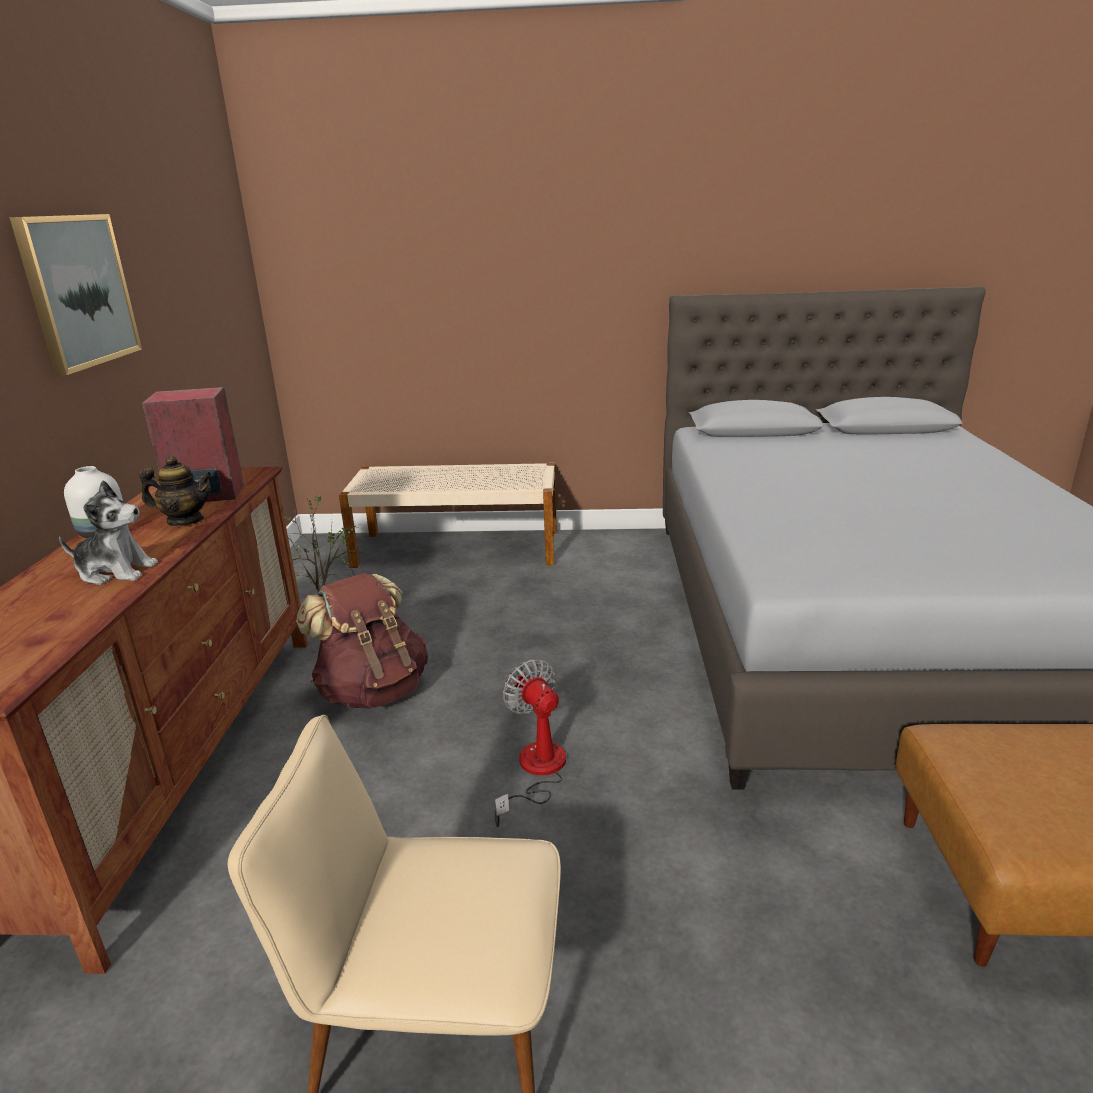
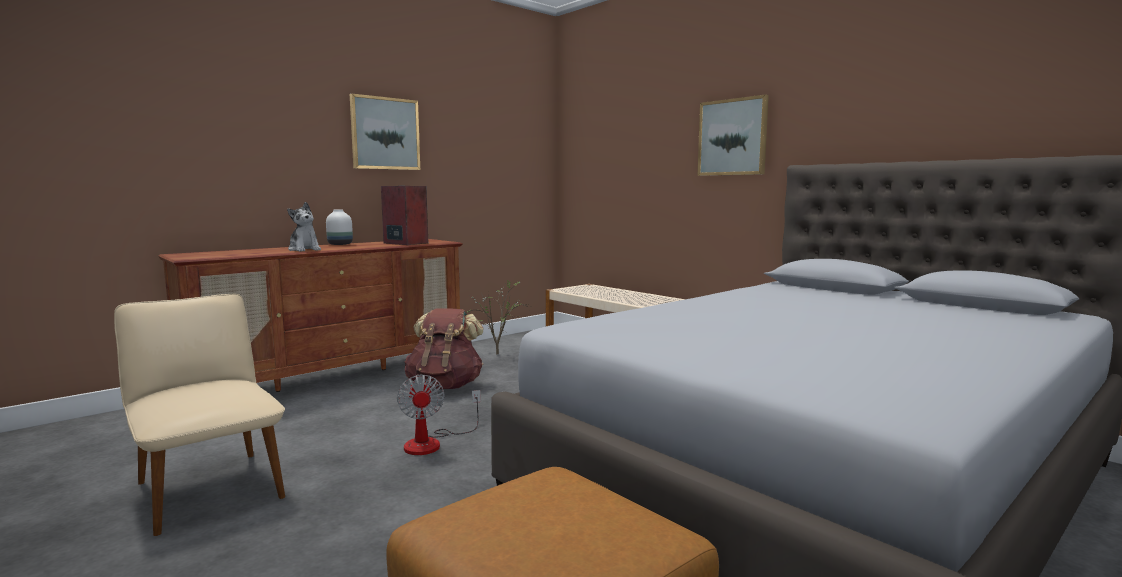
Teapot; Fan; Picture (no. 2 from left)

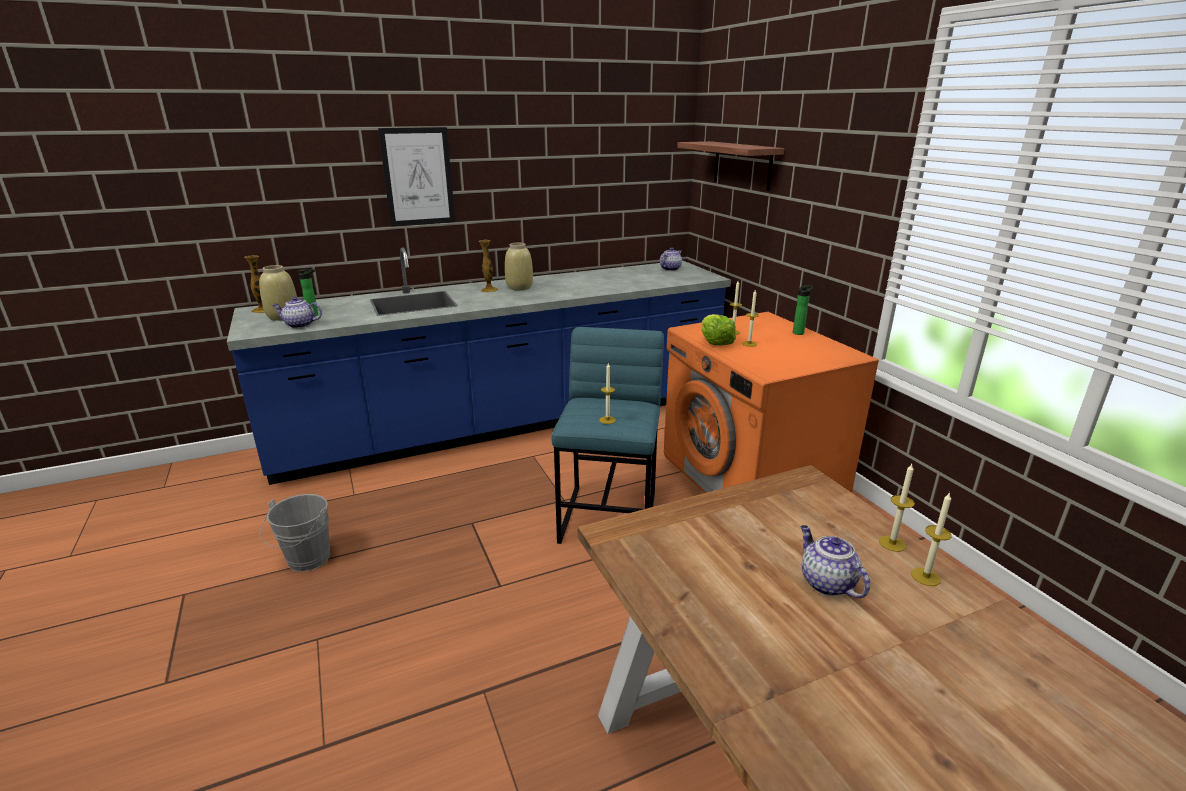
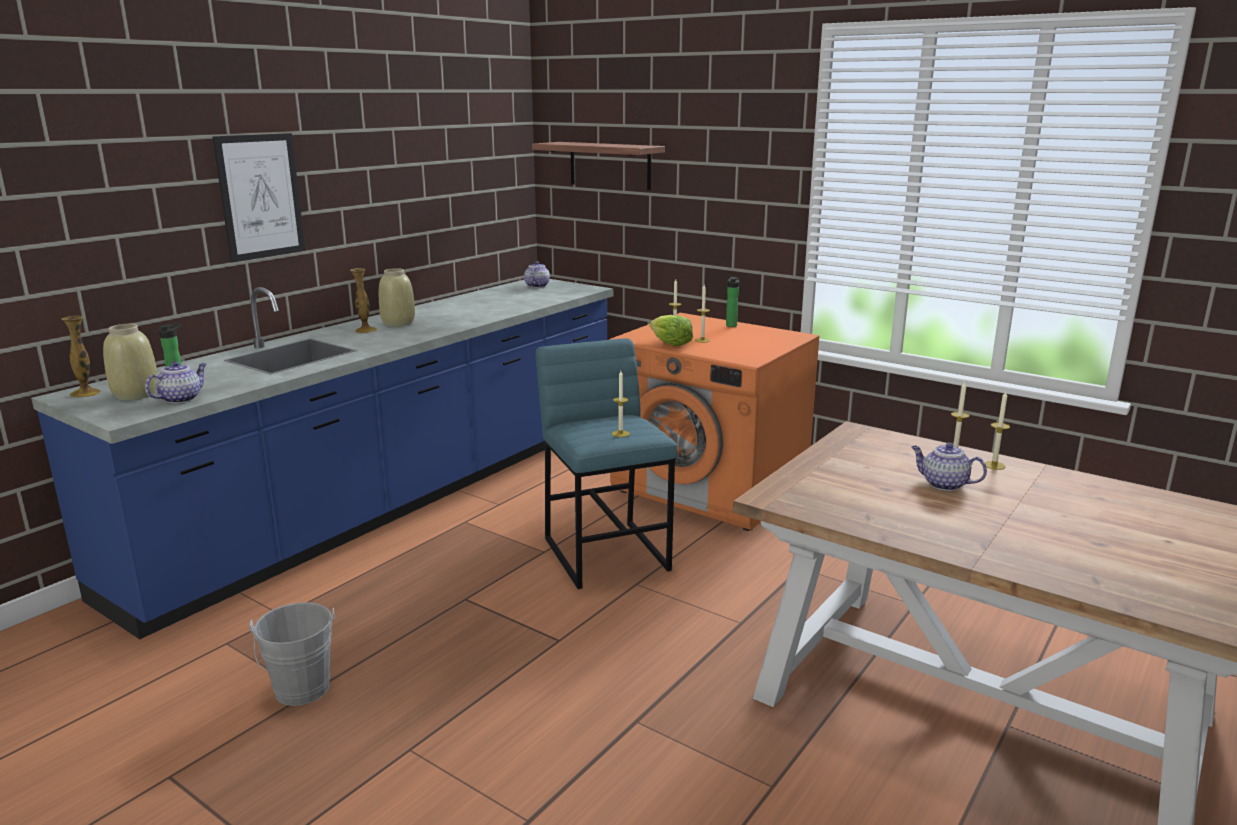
Teapot (no. 1 from left)

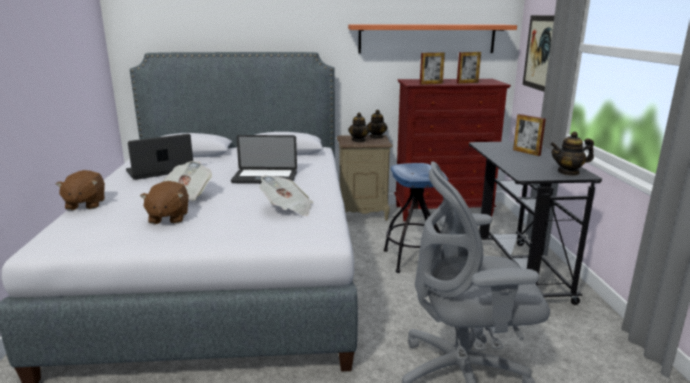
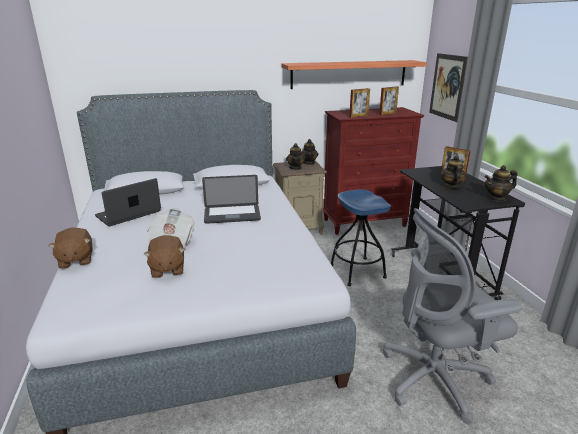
Newspaper (no. 2 from left in the first image); Teapot (no. 3 from left)

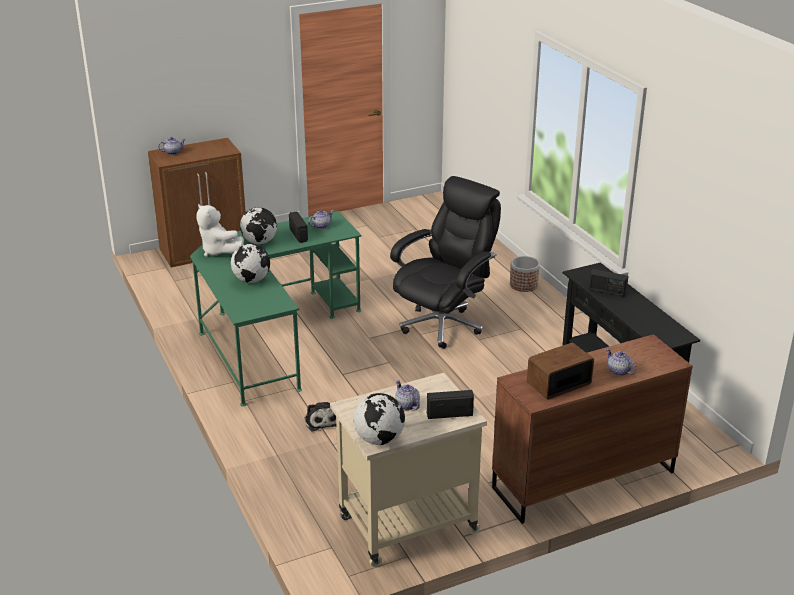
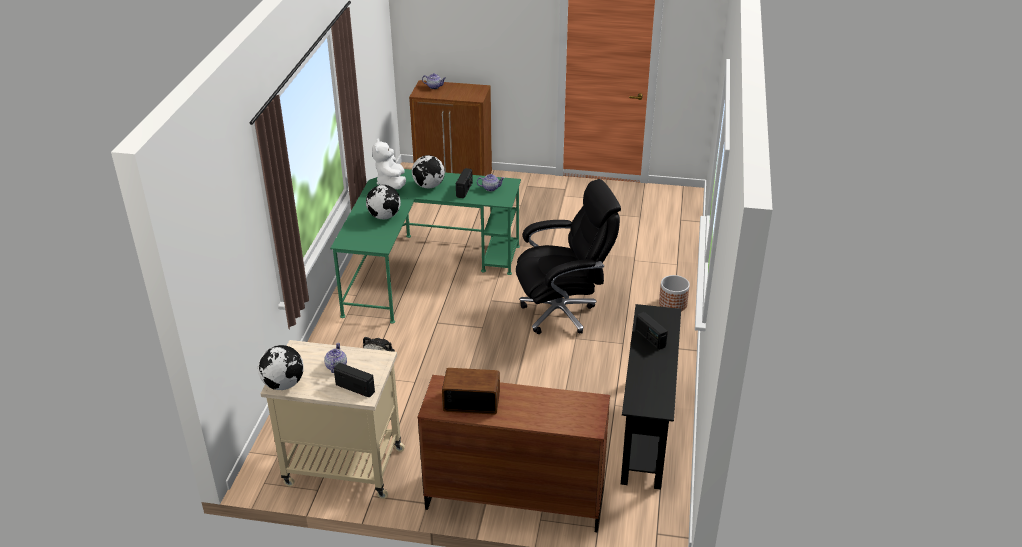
Teapot (no. 4 from left in the first image)

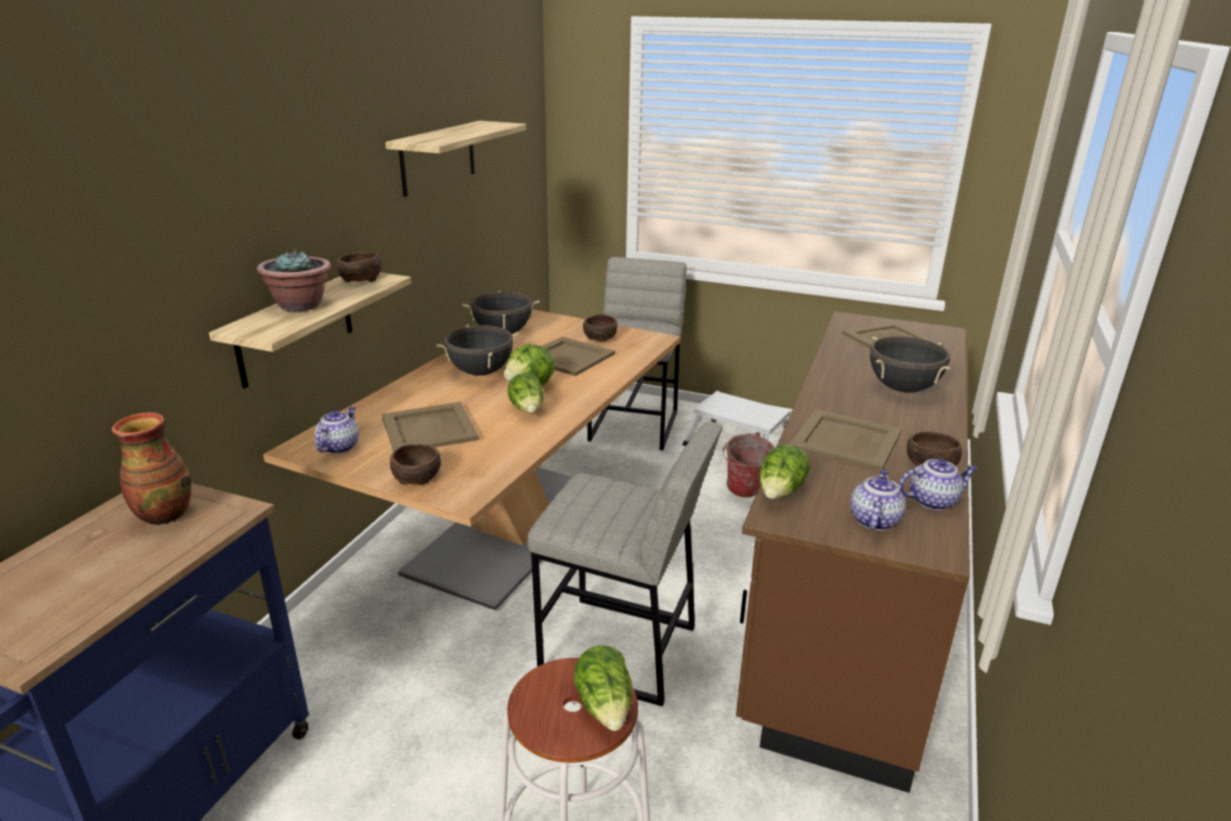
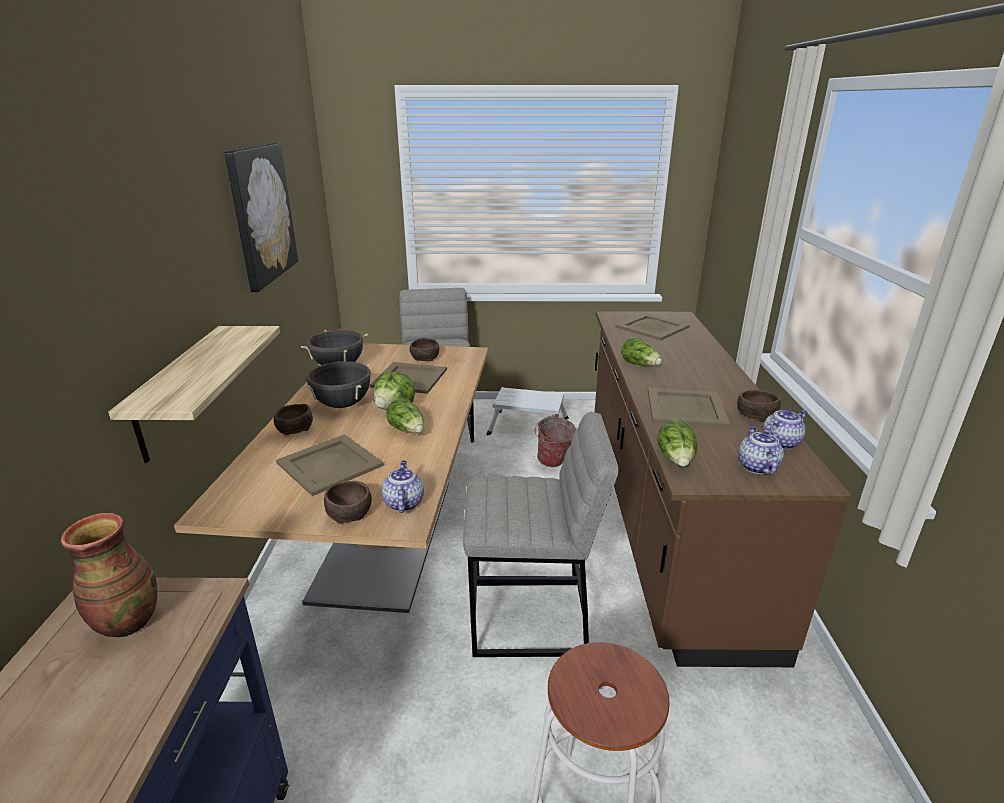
Picture; PottedPlant; BrownBowl (no. 1 from left); BlackCookingPot (no. 3 from left in the first image); Teapot (no. 1 from left); Lettuce (no. 3 from left)

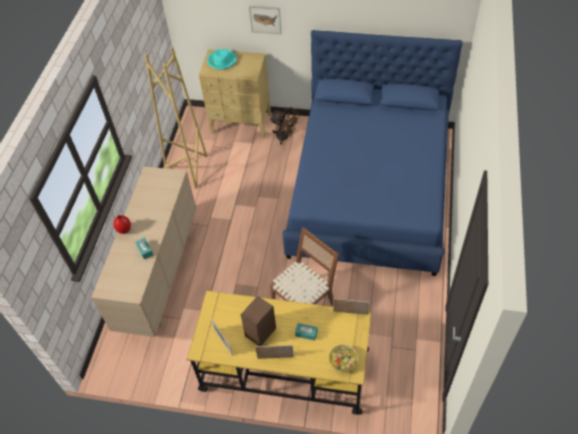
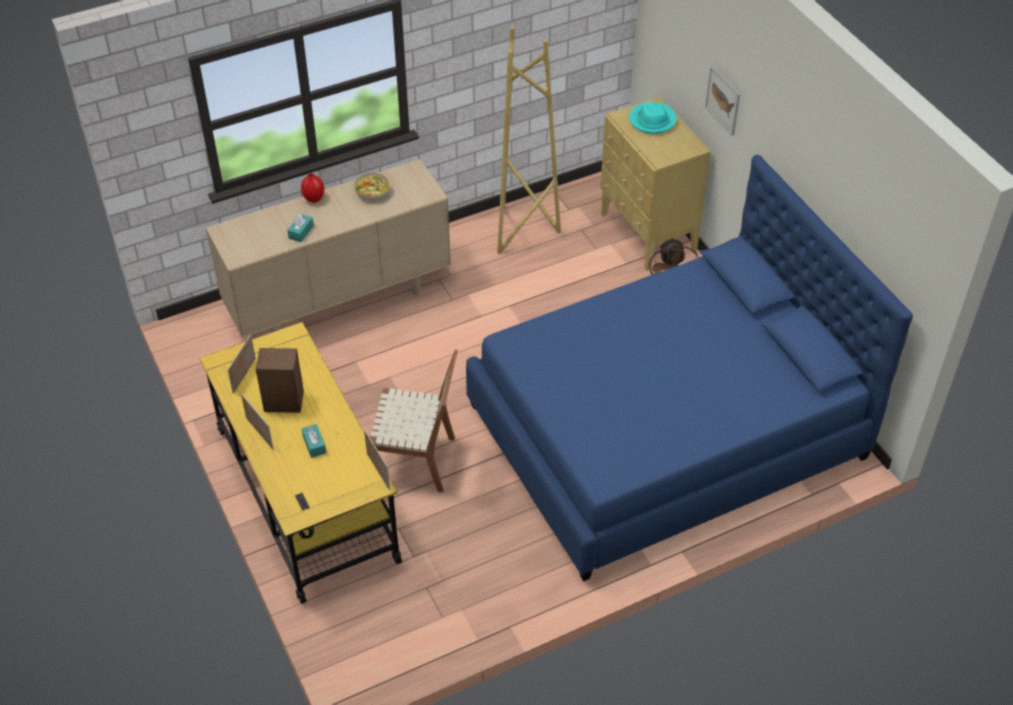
Bowl

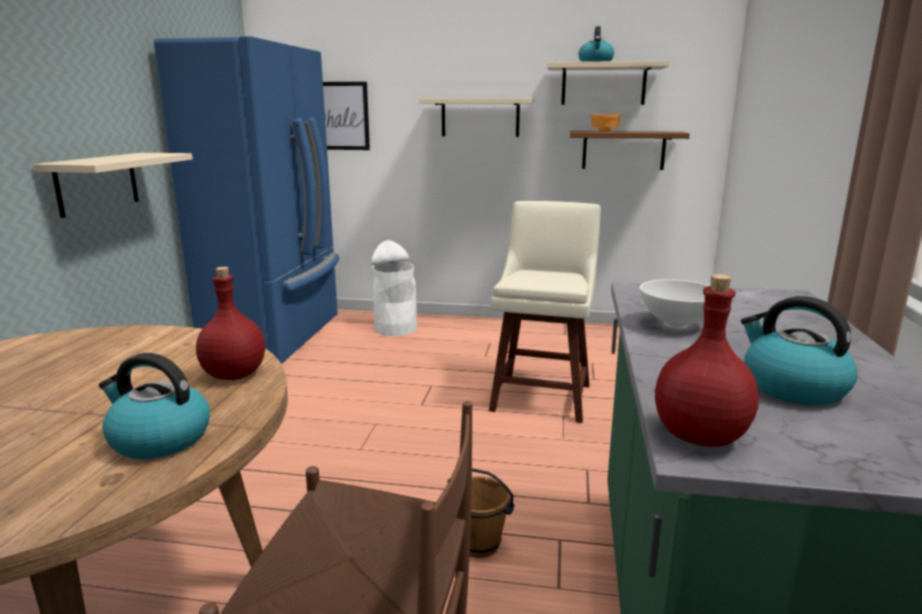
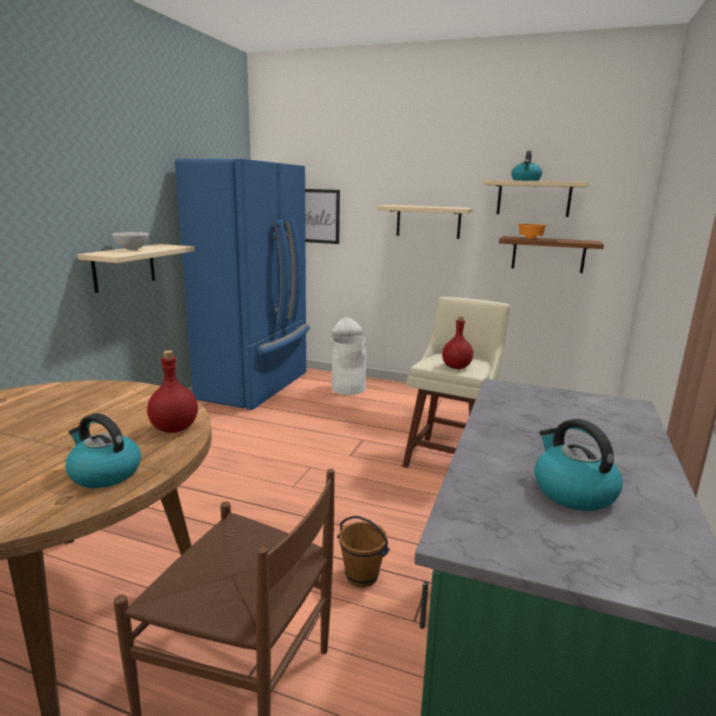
RedBottle (no. 2 from left); WhiteBowl

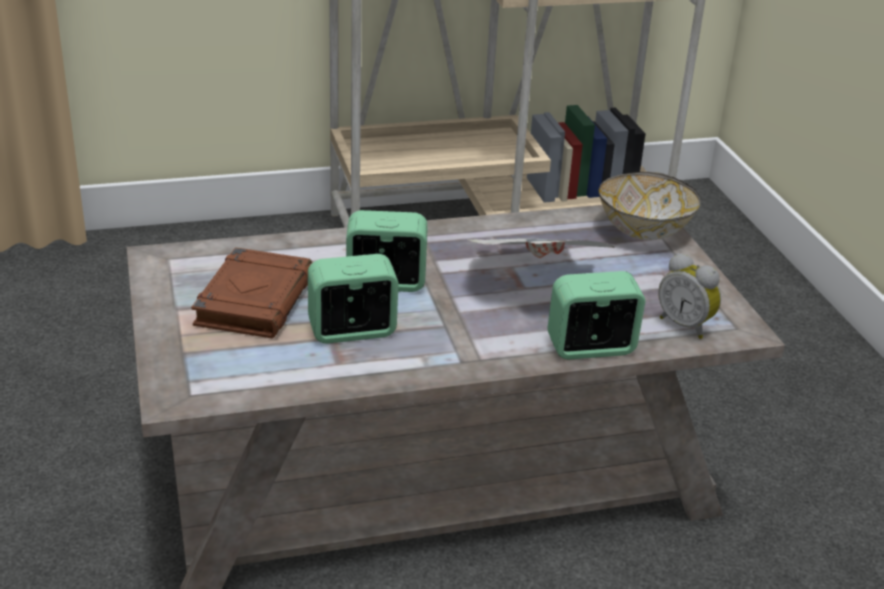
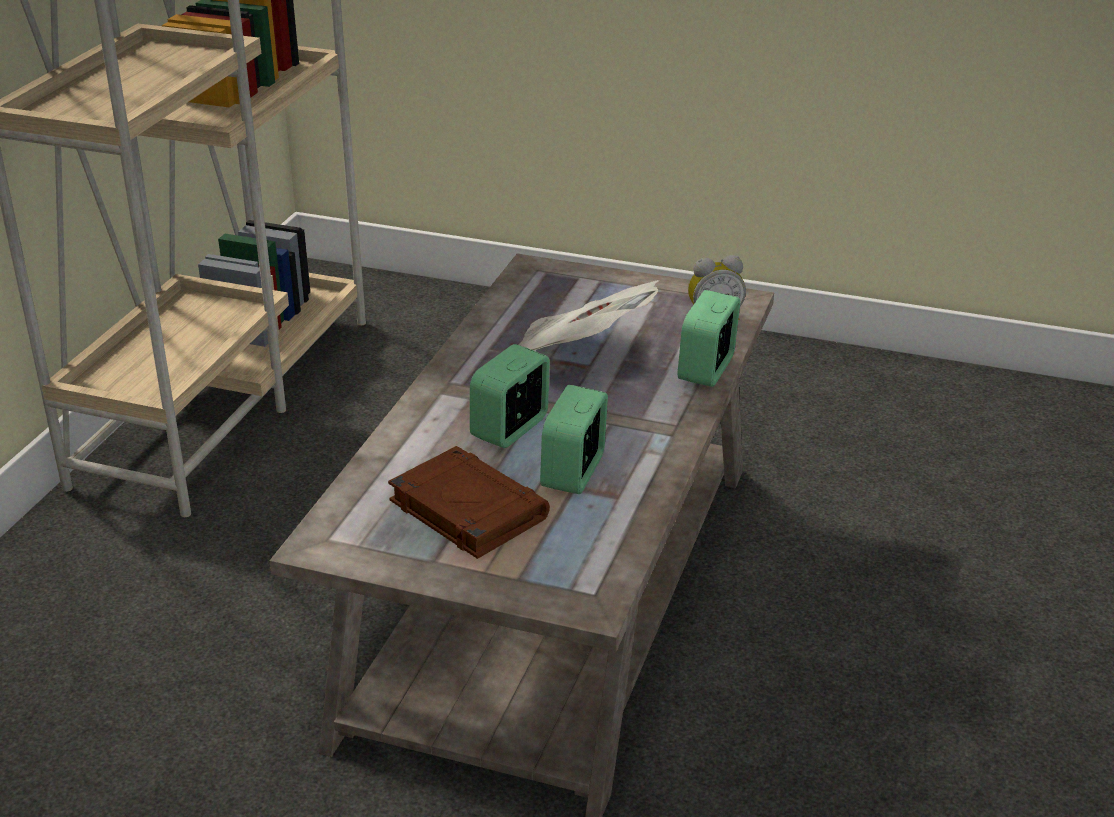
Bowl

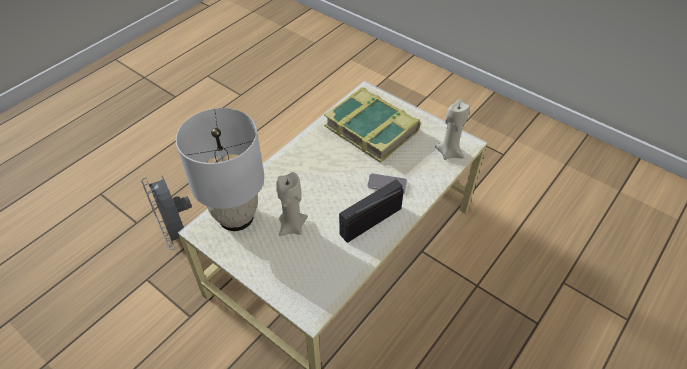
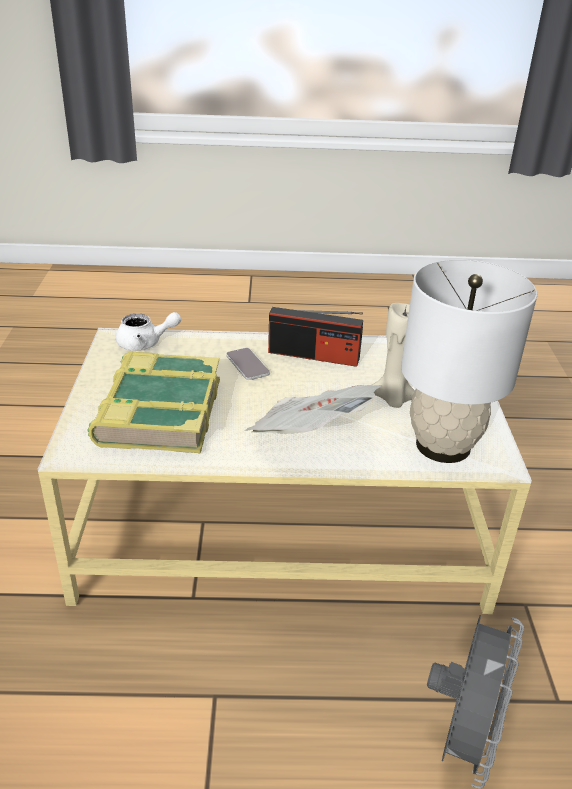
WhiteTeapot; Newspaper

